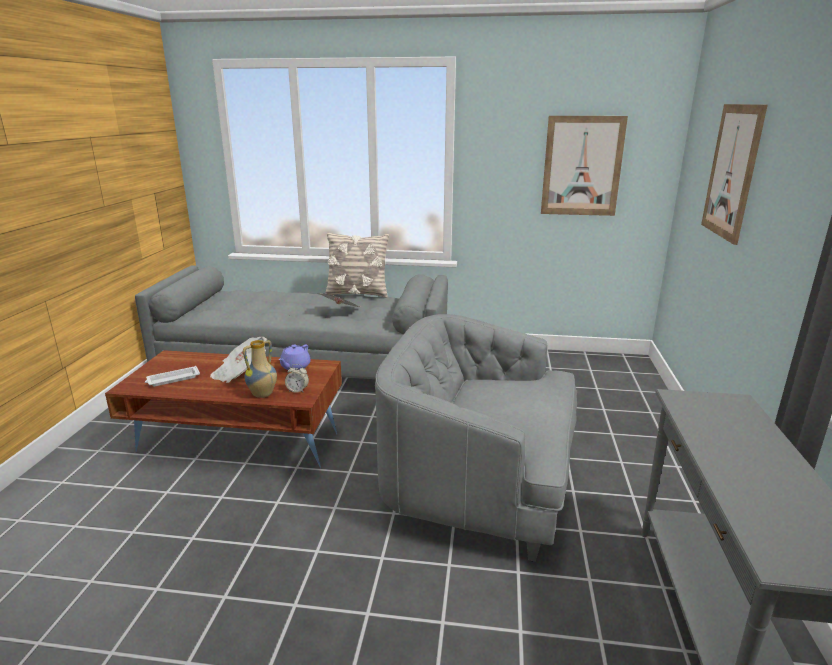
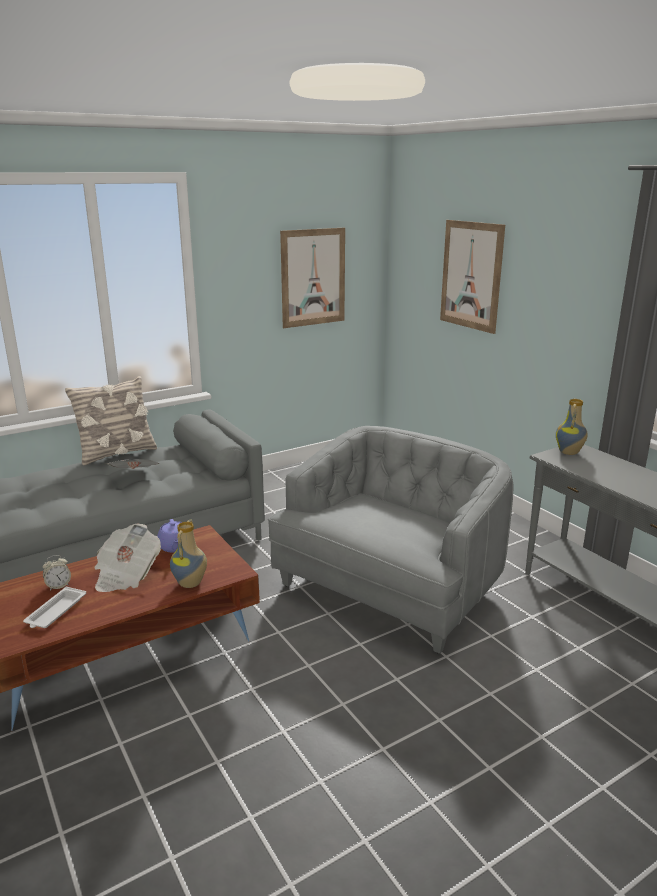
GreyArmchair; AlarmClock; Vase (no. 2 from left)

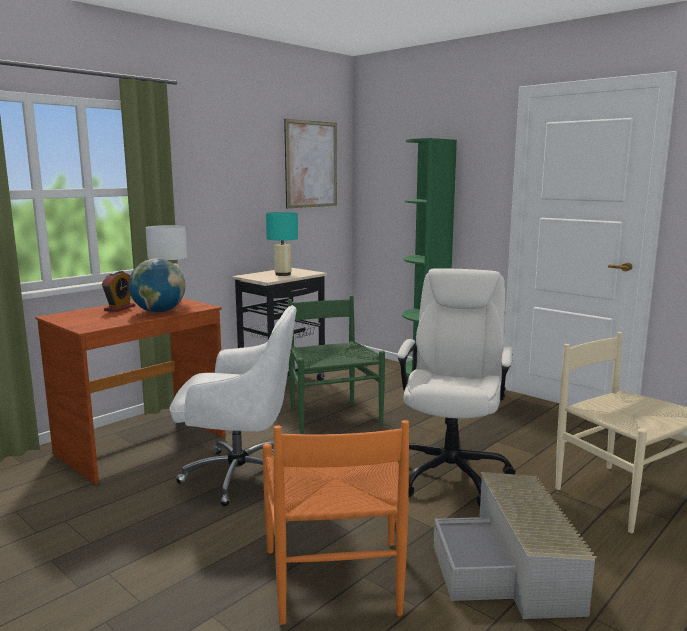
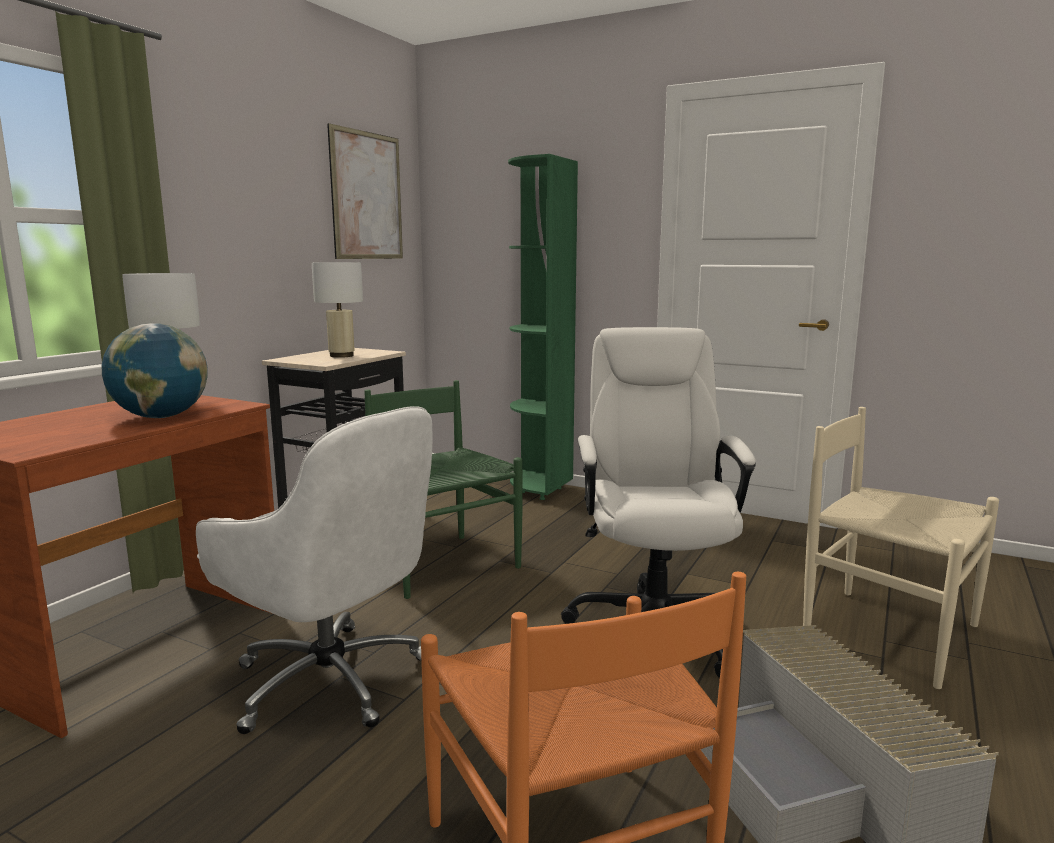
WhiteTableLamp (no. 2 from left); AlarmClock; WhiteOfficeChair (no. 1 from left)

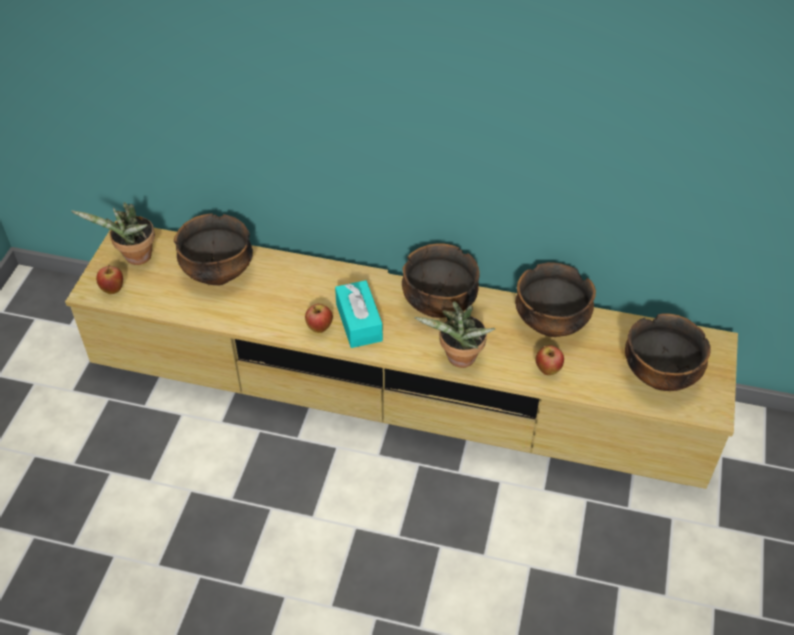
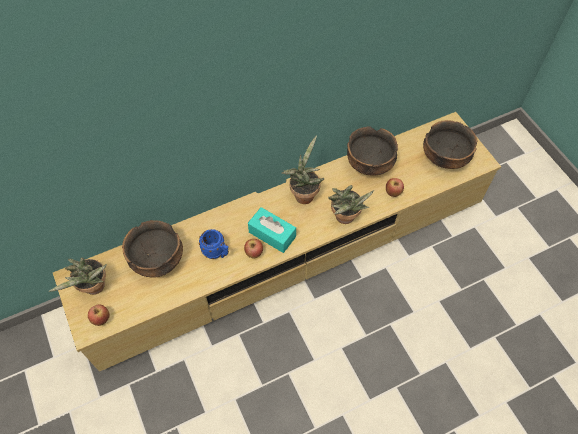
PottedPlant (no. 2 from left); BlueMug

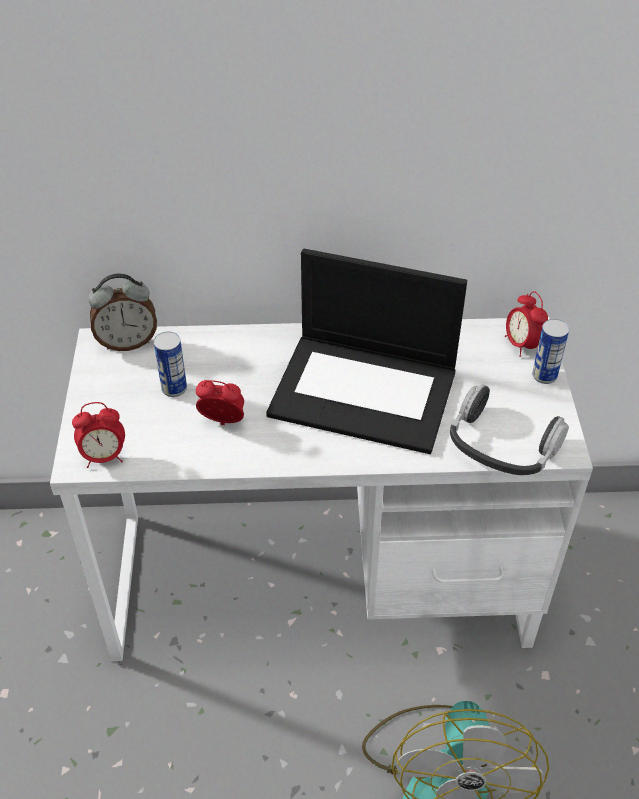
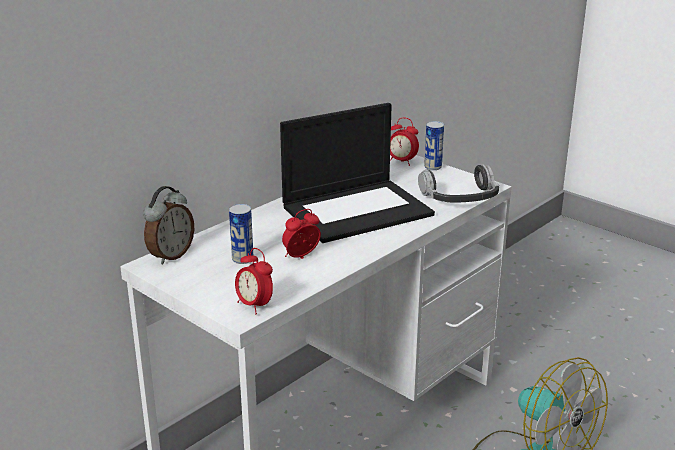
AlarmClock (no. 2 from left)

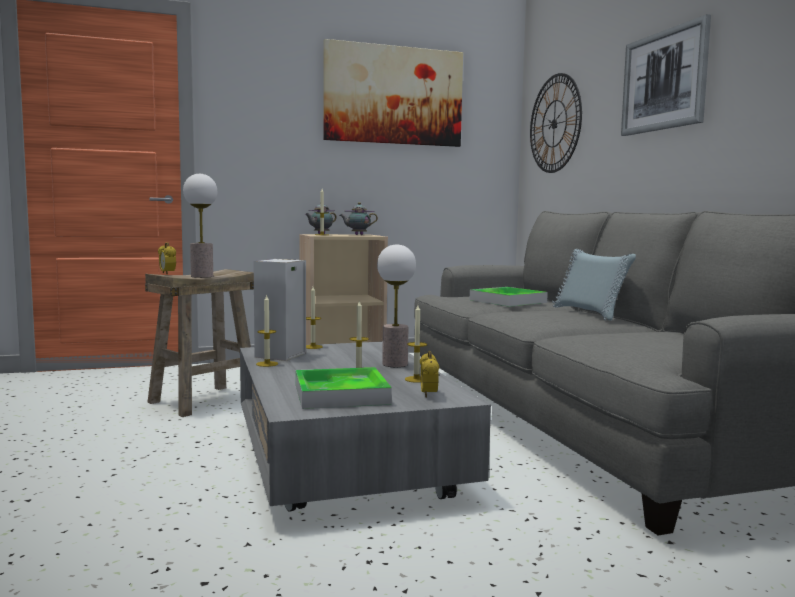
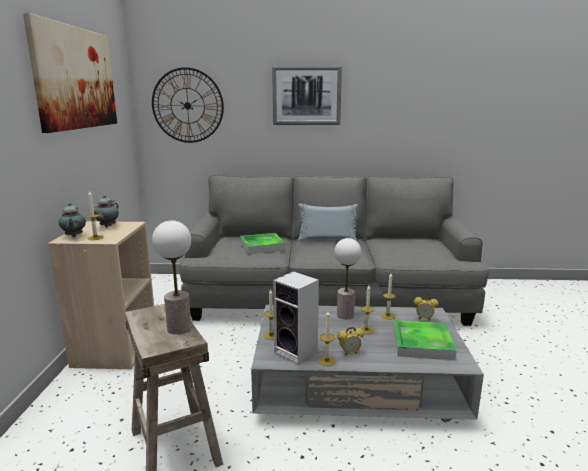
AlarmClock (no. 1 from left)

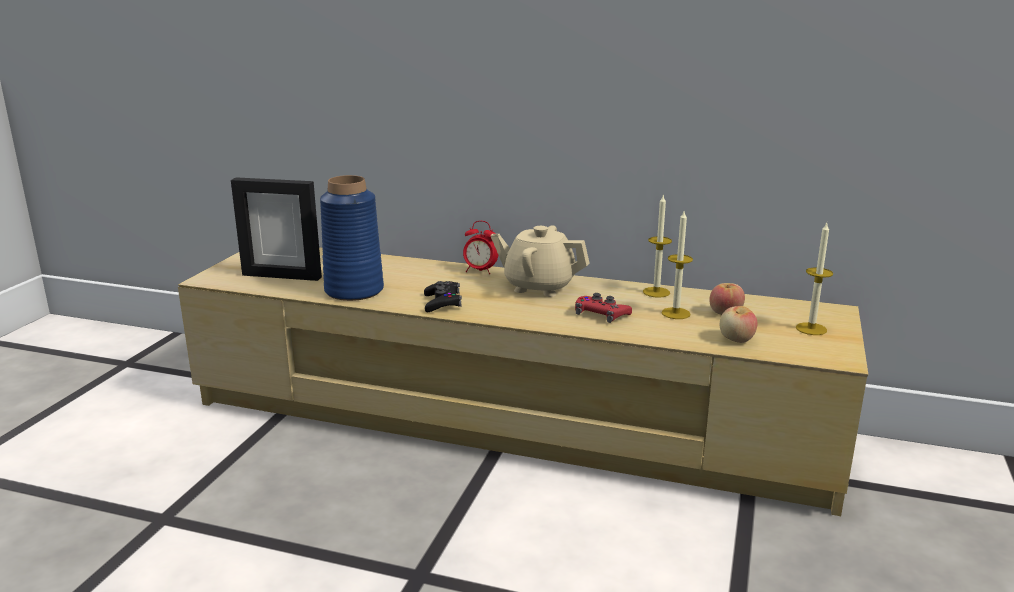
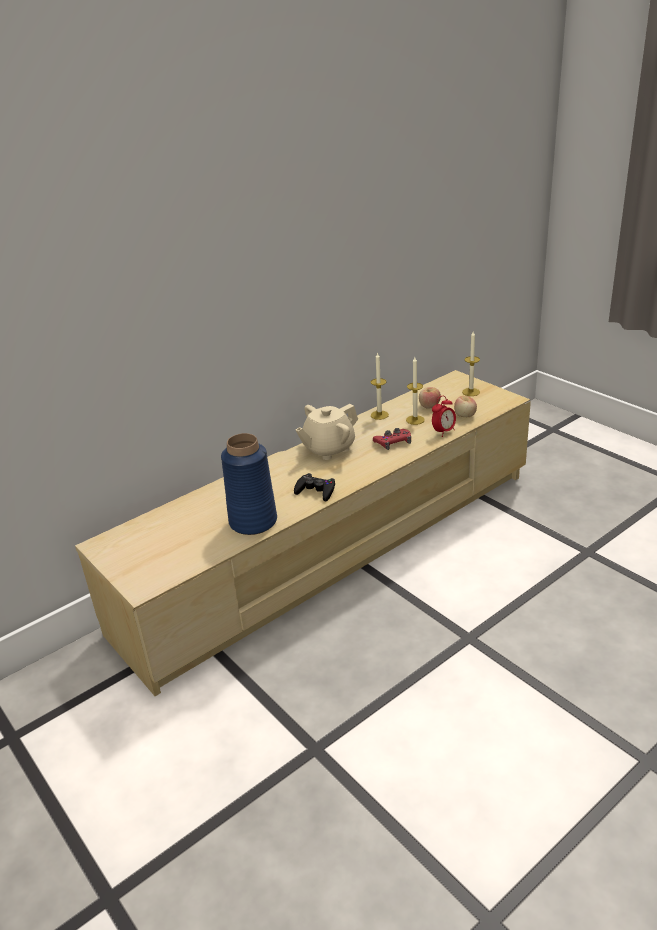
PictureFrame; AlarmClock

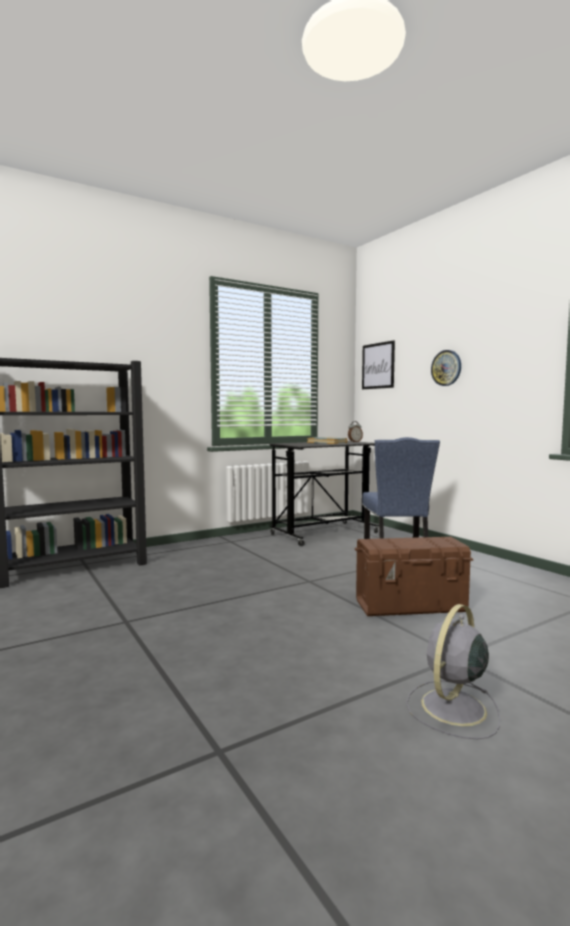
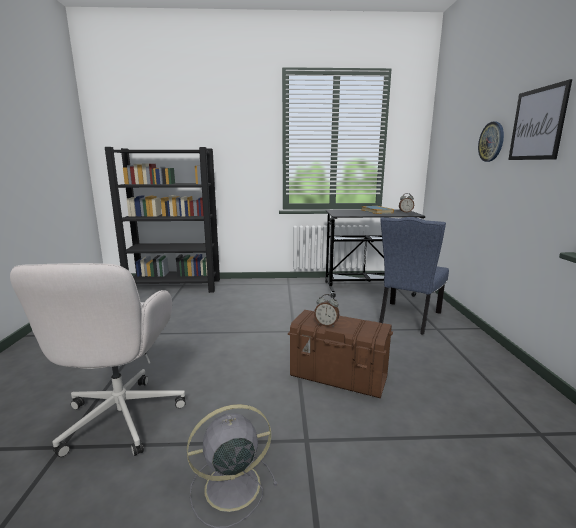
Picture; WhiteOfficeChair; AlarmClock (no. 1 from left)

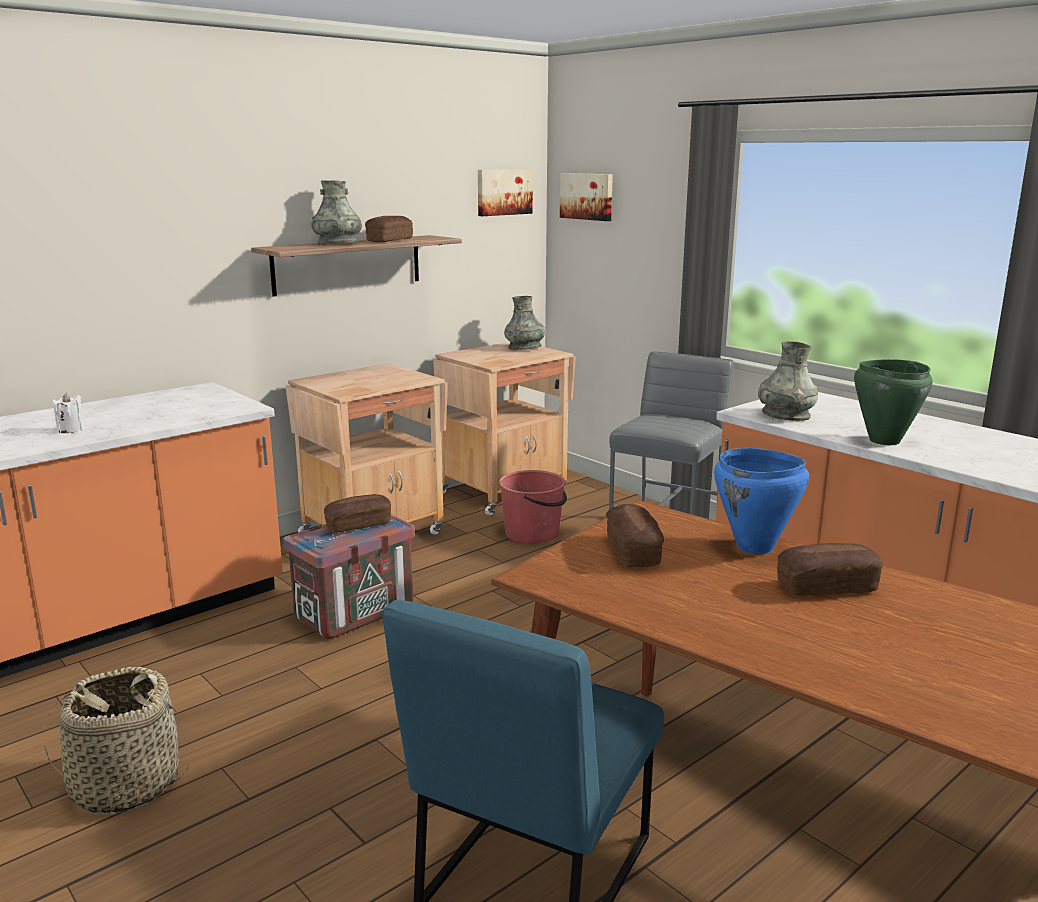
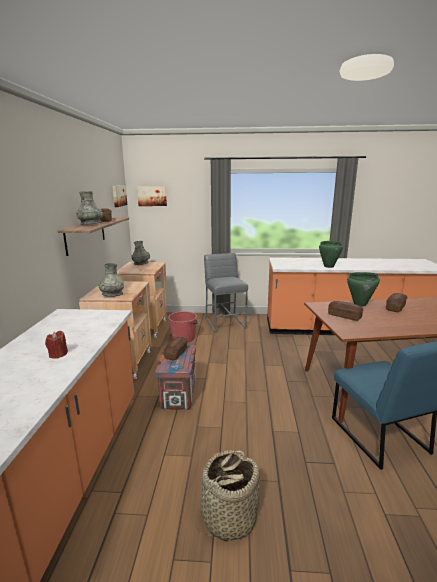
GreyVase (no. 2 from left); RedCandle; GreenCookingPot (no. 2 from left)

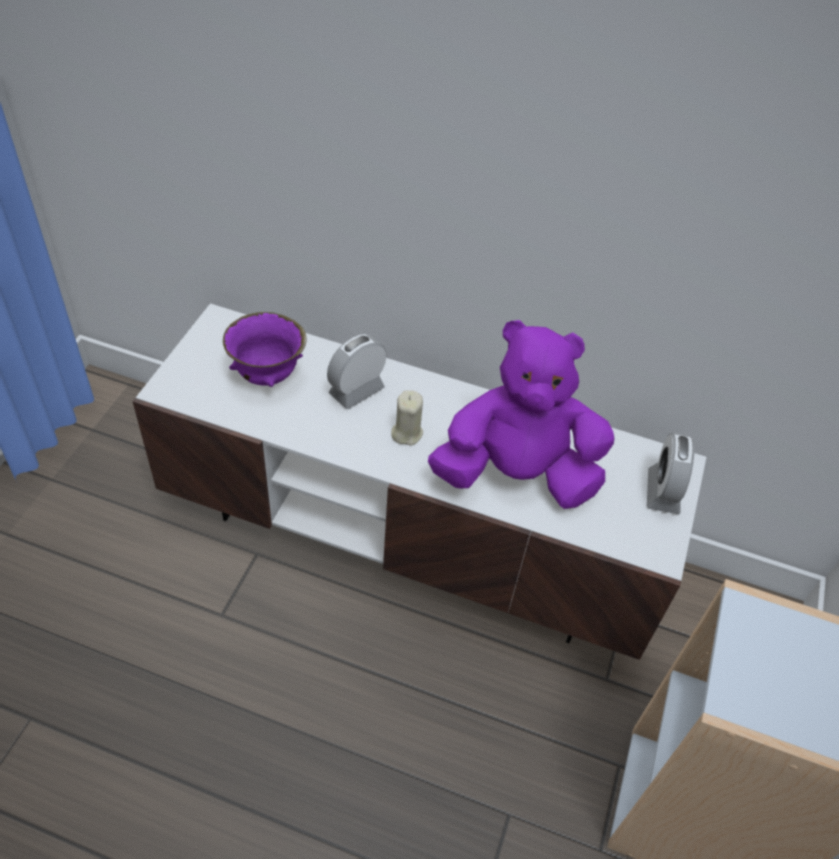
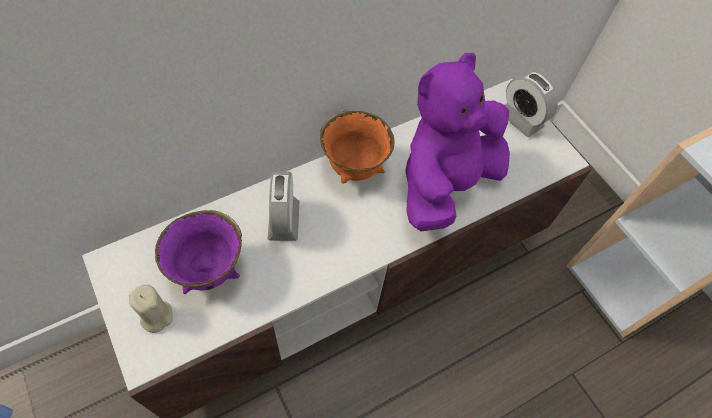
BeigeCandle; OrangeBowl

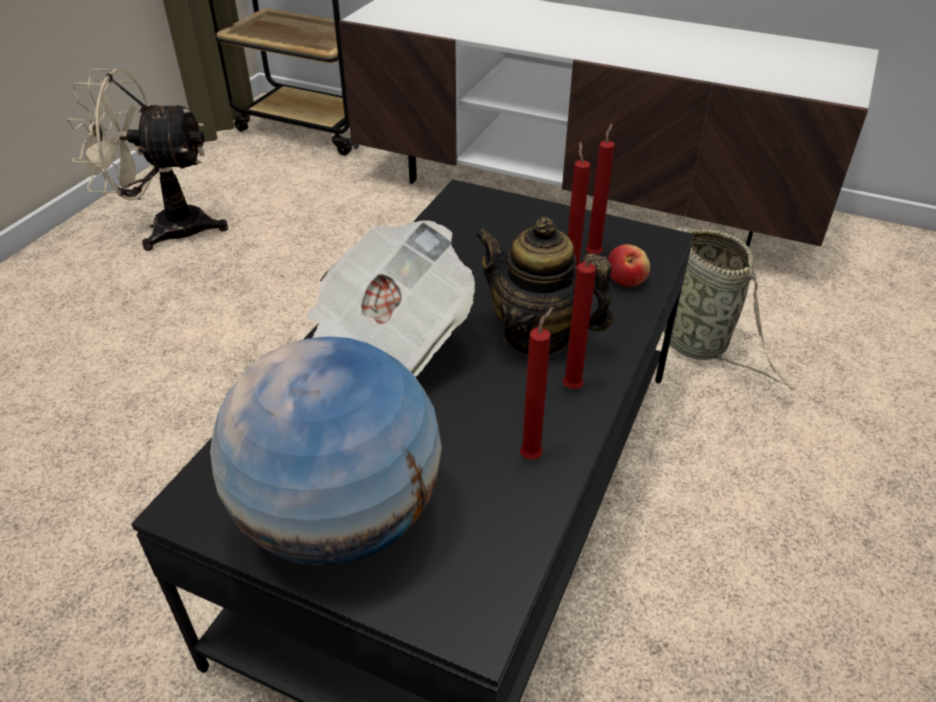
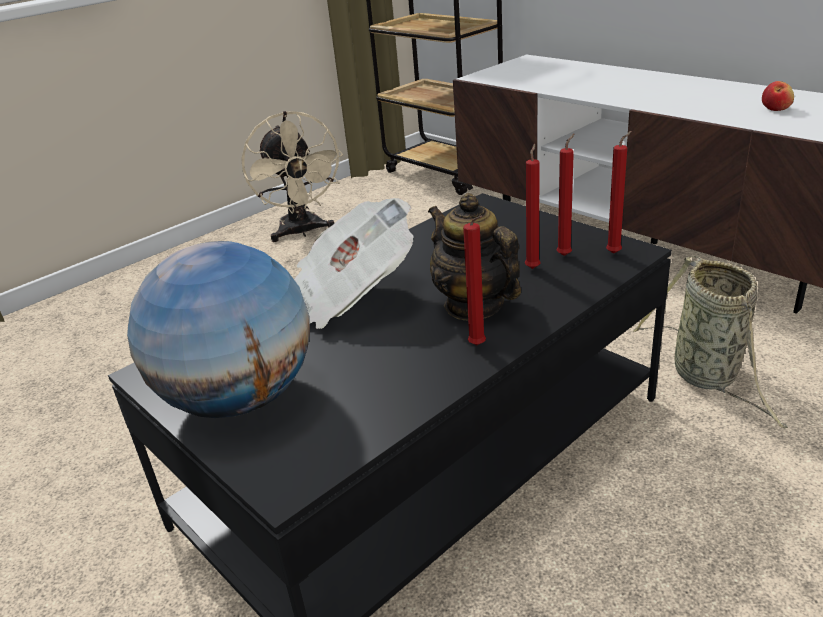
BeigeFan; Apple; RedCandle (no. 4 from left)

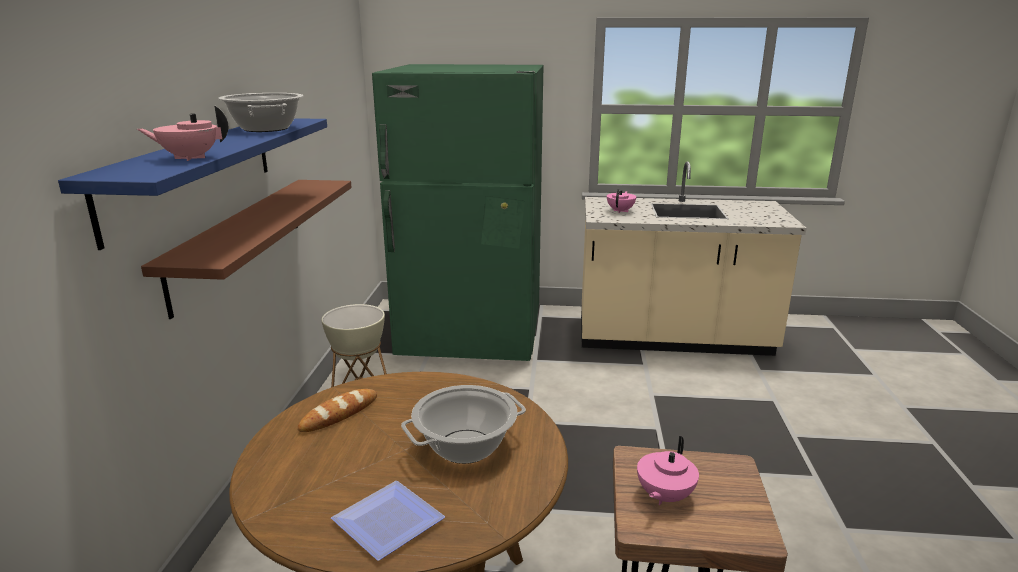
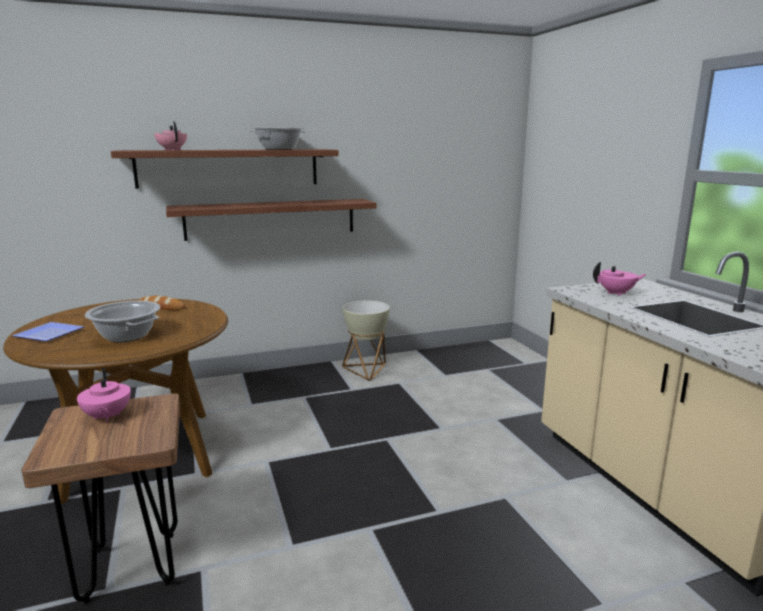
GreenFridge; BrownShelf (no. 1 from left); PinkTeapot (no. 1 from left)

